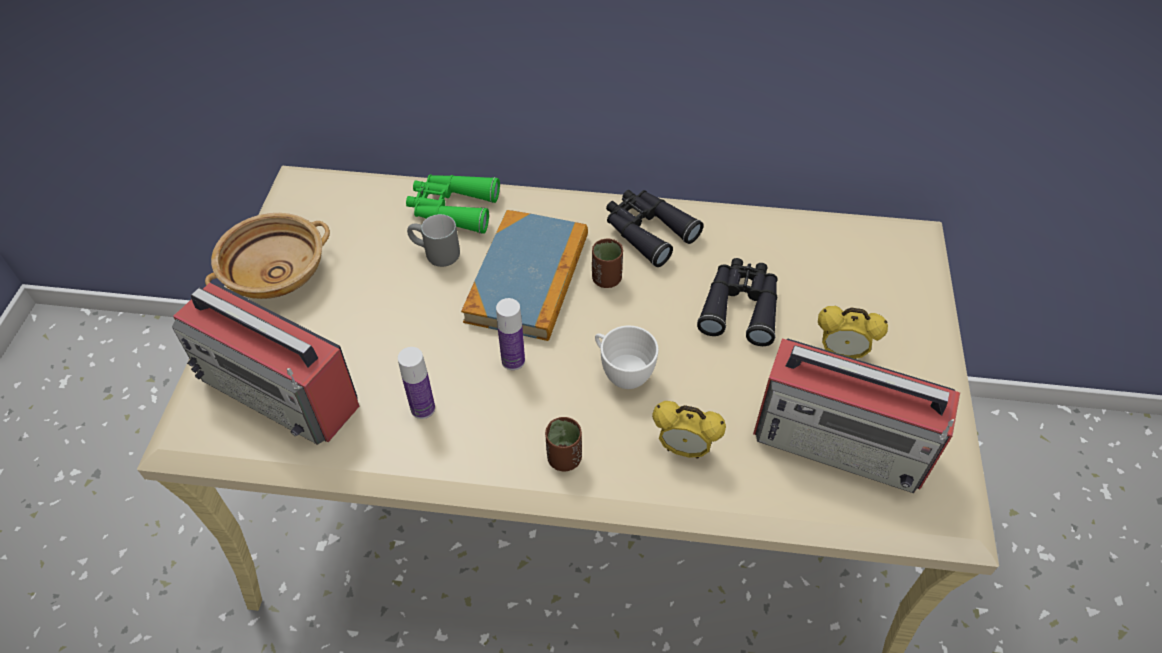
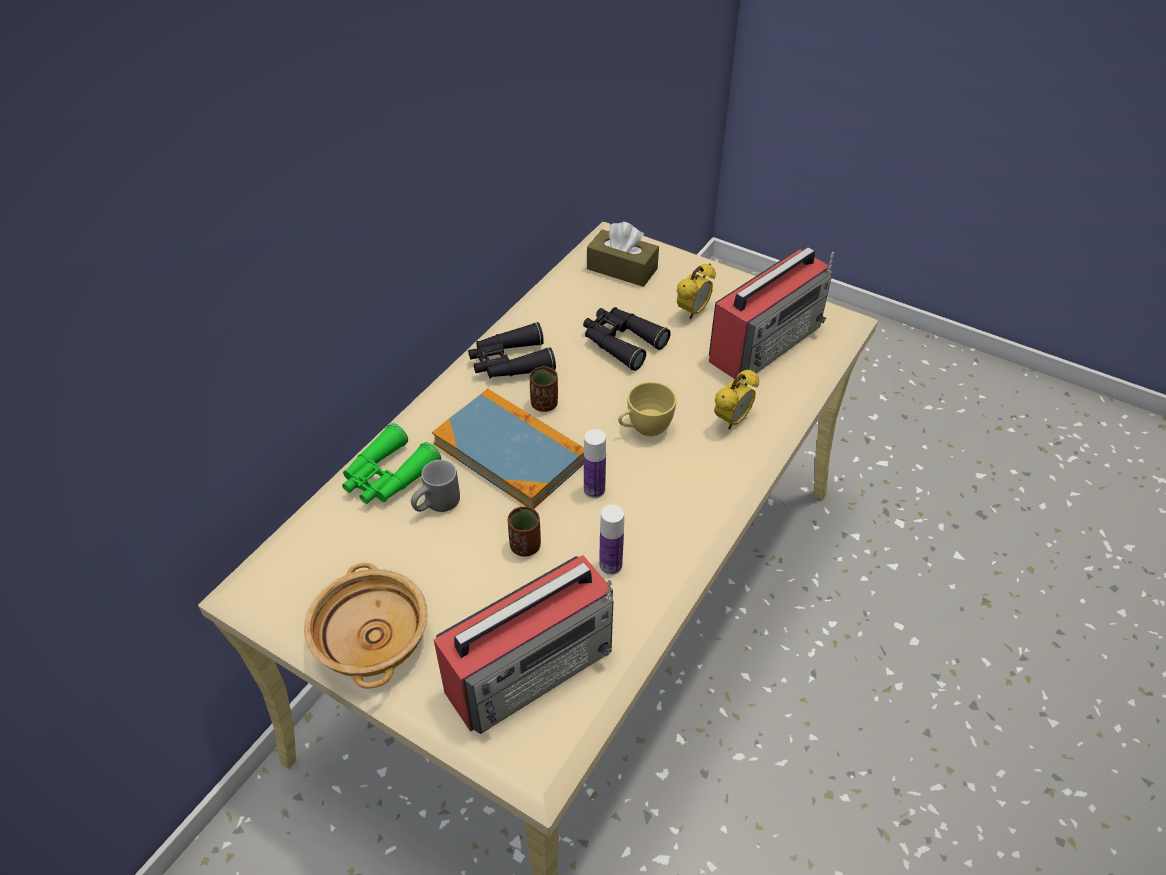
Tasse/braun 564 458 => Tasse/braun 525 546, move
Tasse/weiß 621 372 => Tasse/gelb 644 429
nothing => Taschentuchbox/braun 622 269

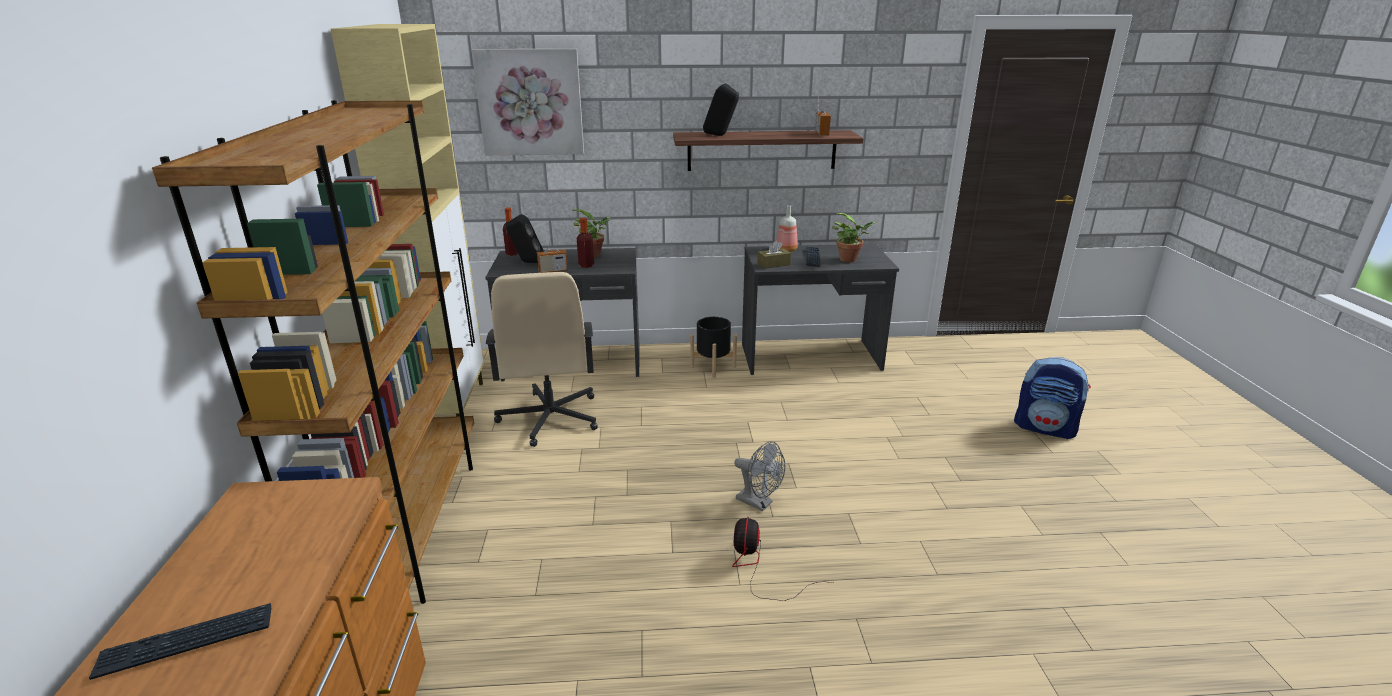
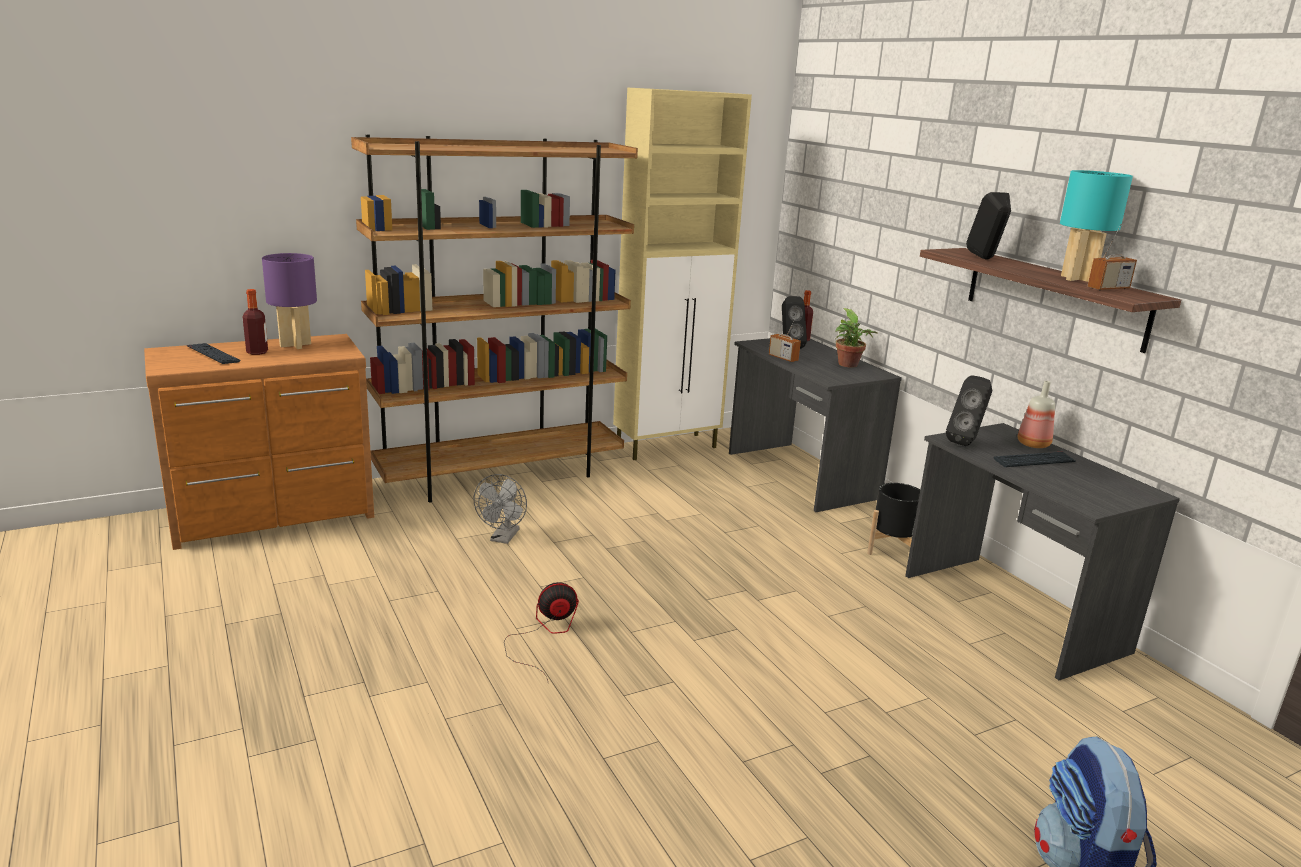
Bild 530 102 => nothing
Bürostuhl/beige 550 418 => nothing
Flasche 586 265 => Flasche 257 352, move
Ventilator/grau 759 503 => Ventilator/grau 503 538, move
Taschentuchbox/braun 773 264 => Lautsprecher/schwarz 966 442
Topfpflanze 850 260 => nothing
nothing => Tischlampe/lila 296 345
nothing => Tischlampe/türkis 1078 279

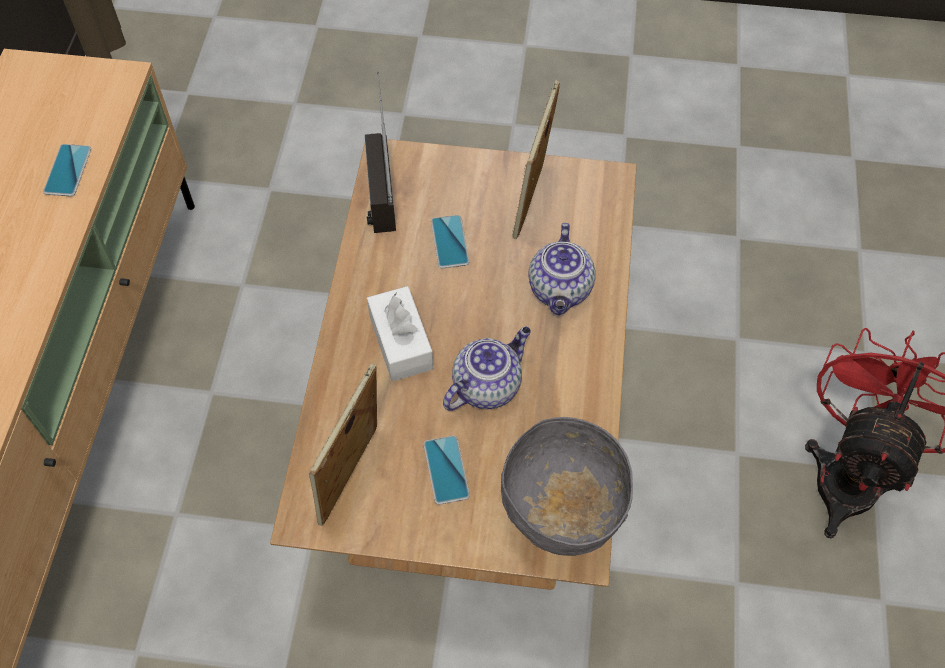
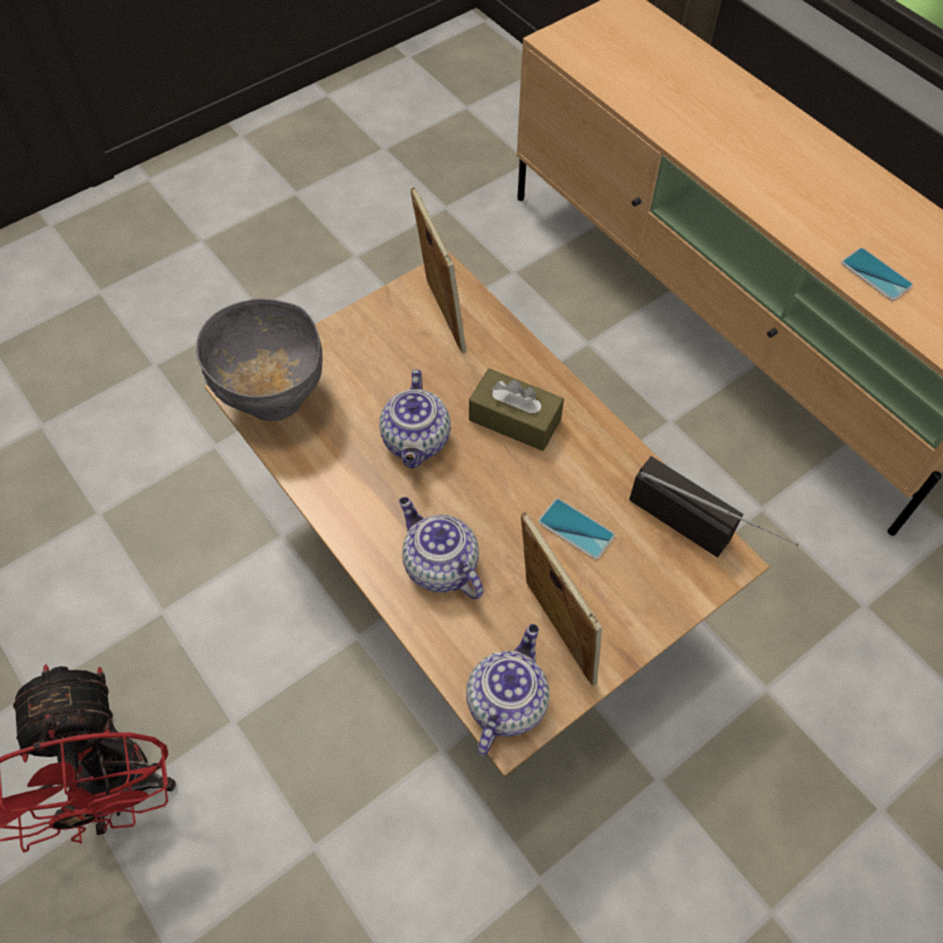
Taschentuchbox/weiß 401 342 => Taschentuchbox/braun 515 419
Handy 446 470 => nothing
nothing => Teekanne 506 701

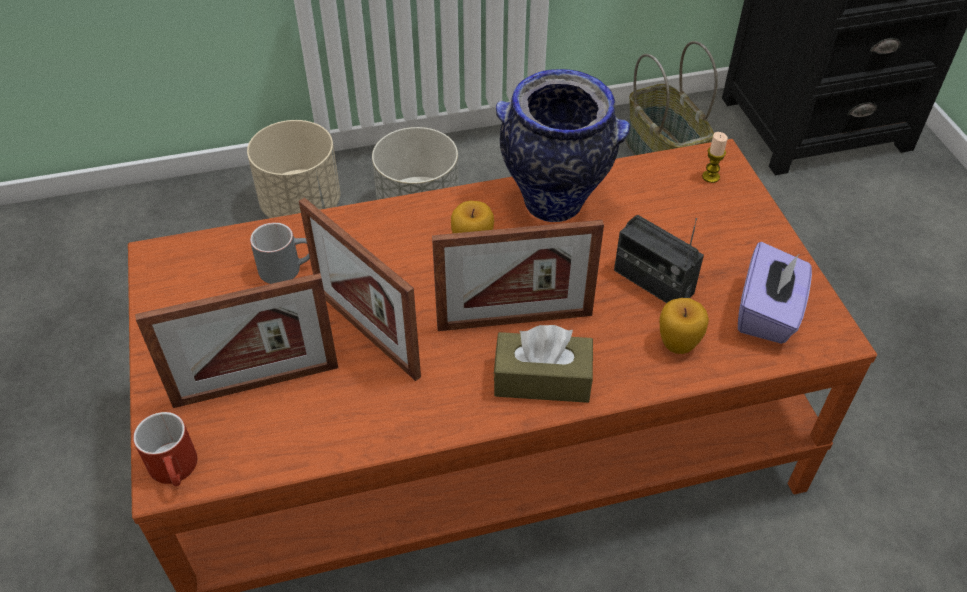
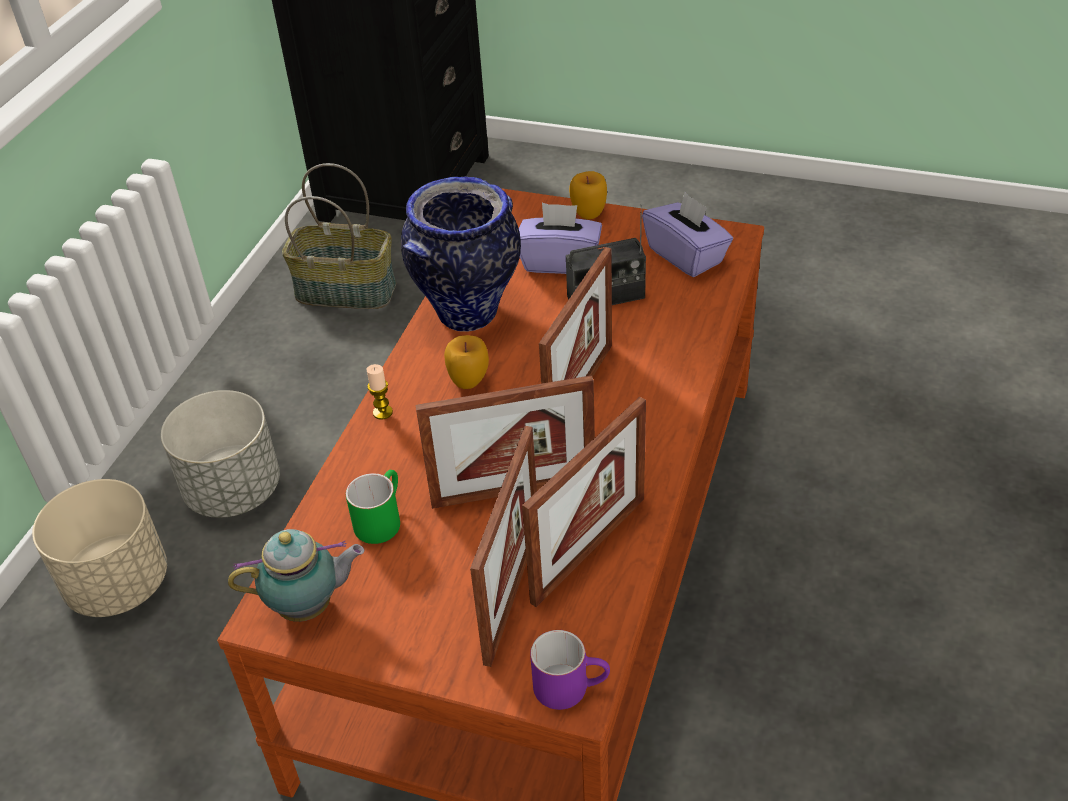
Henkelbecher/rot 177 470 => Henkelbecher/lila 571 686
Henkelbecher/grau 288 268 => Henkelbecher/grün 380 518
Taschentuchbox/braun 542 379 => nothing
Apfel 678 343 => Apfel 588 213, move
Kerze 710 177 => Kerze 382 412, move
nothing => Teekanne 309 607
nothing => Taschentuchbox/lila 560 261
nothing => Bilderrahmen 589 549

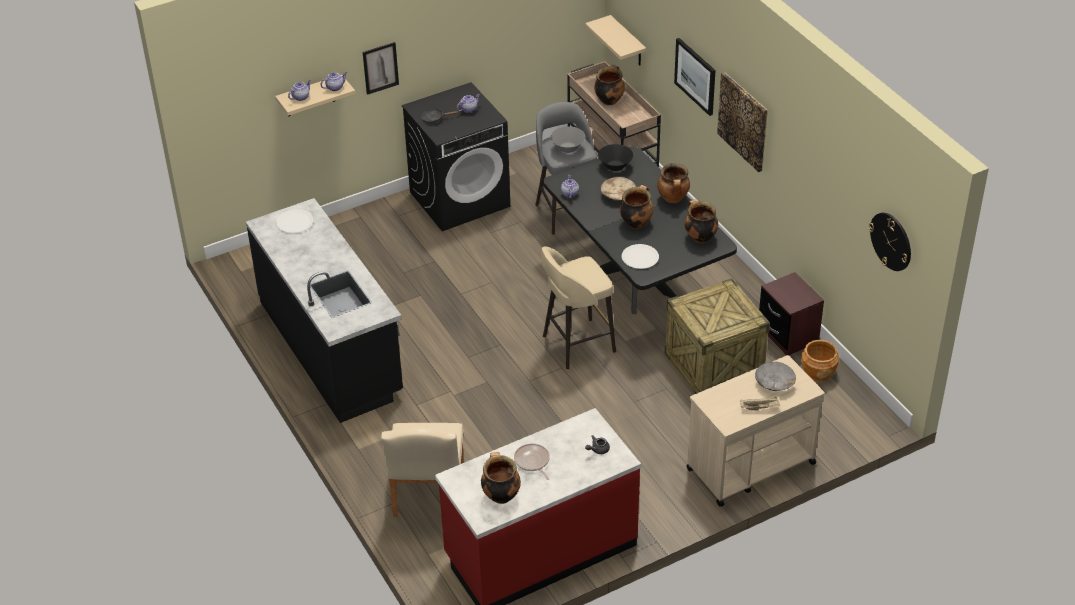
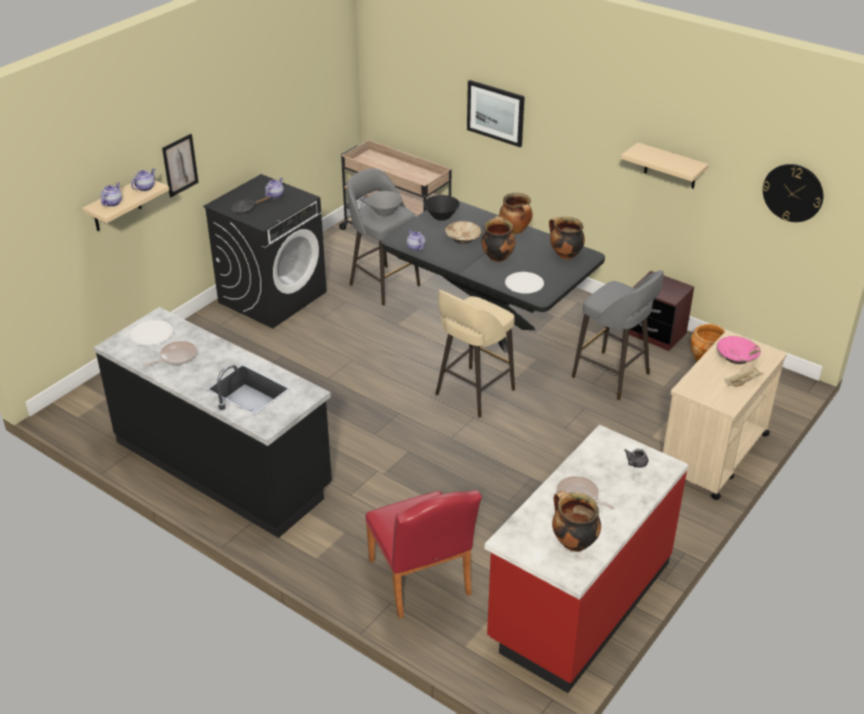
Stuhl/beige 428 494 => Stuhl/rot 422 582
Wandregal/beige 628 42 => Wandregal/beige 670 166, move
Kochtopf 609 100 => nothing
Kiste 714 365 => Hocker/grau 612 376
Bild 743 121 => nothing
Schüssel/grau 774 383 => Schüssel/rosa 737 357
nothing => Pfanne 176 357

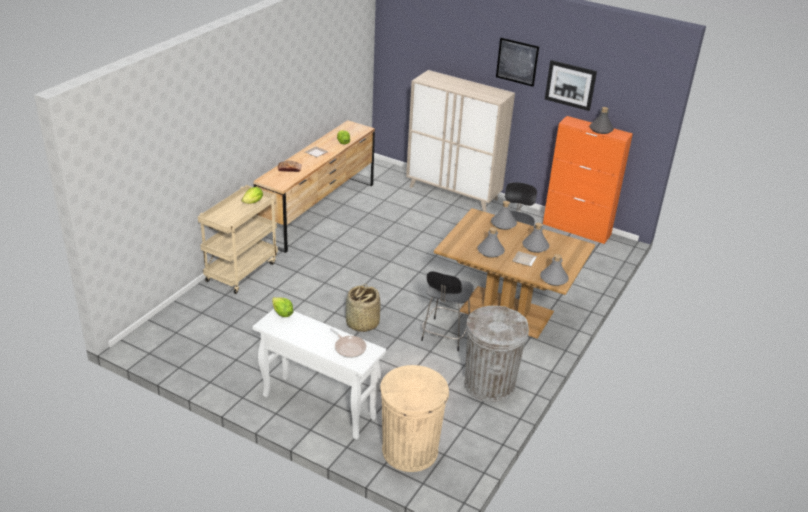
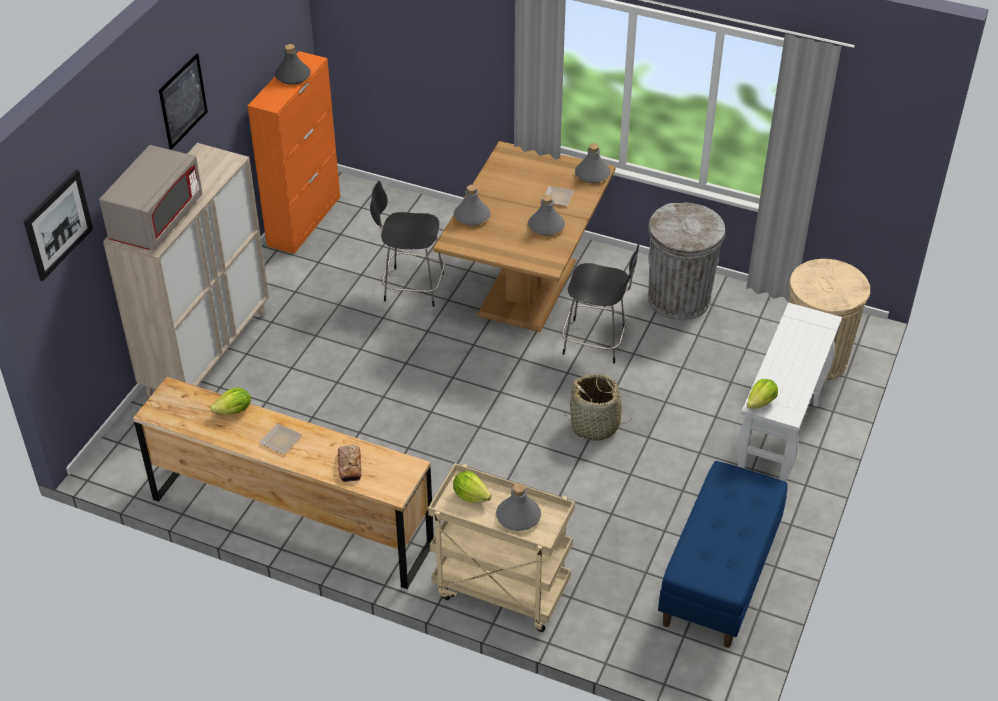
Pfanne 349 348 => nothing
Flasche/grau 535 246 => Flasche/grau 518 516, move
Bild 570 85 => Bild 58 224, move
nothing => Mikrowelle/grau 157 220
nothing => Bank/blau 720 578

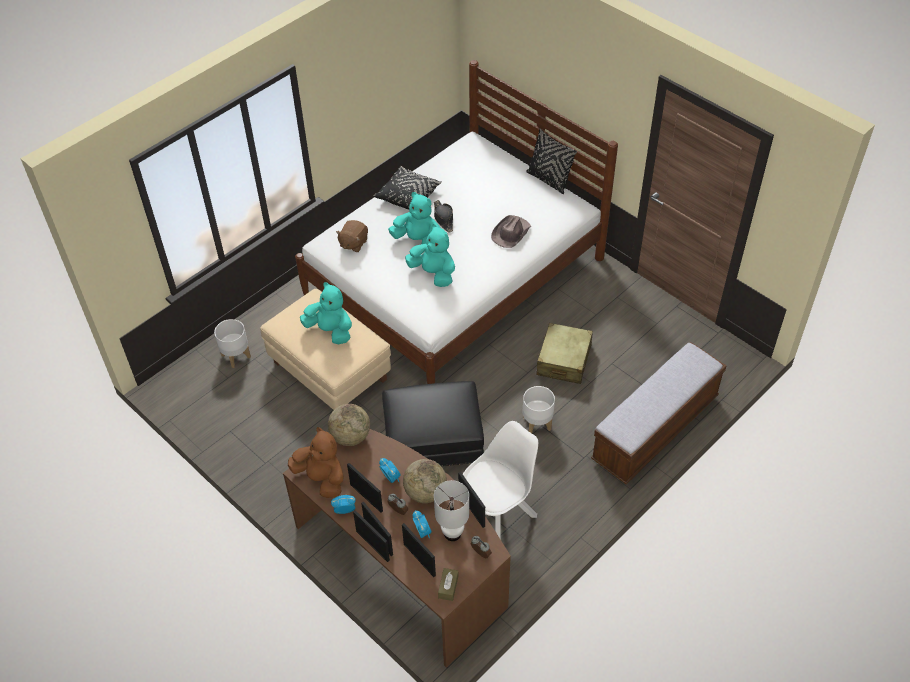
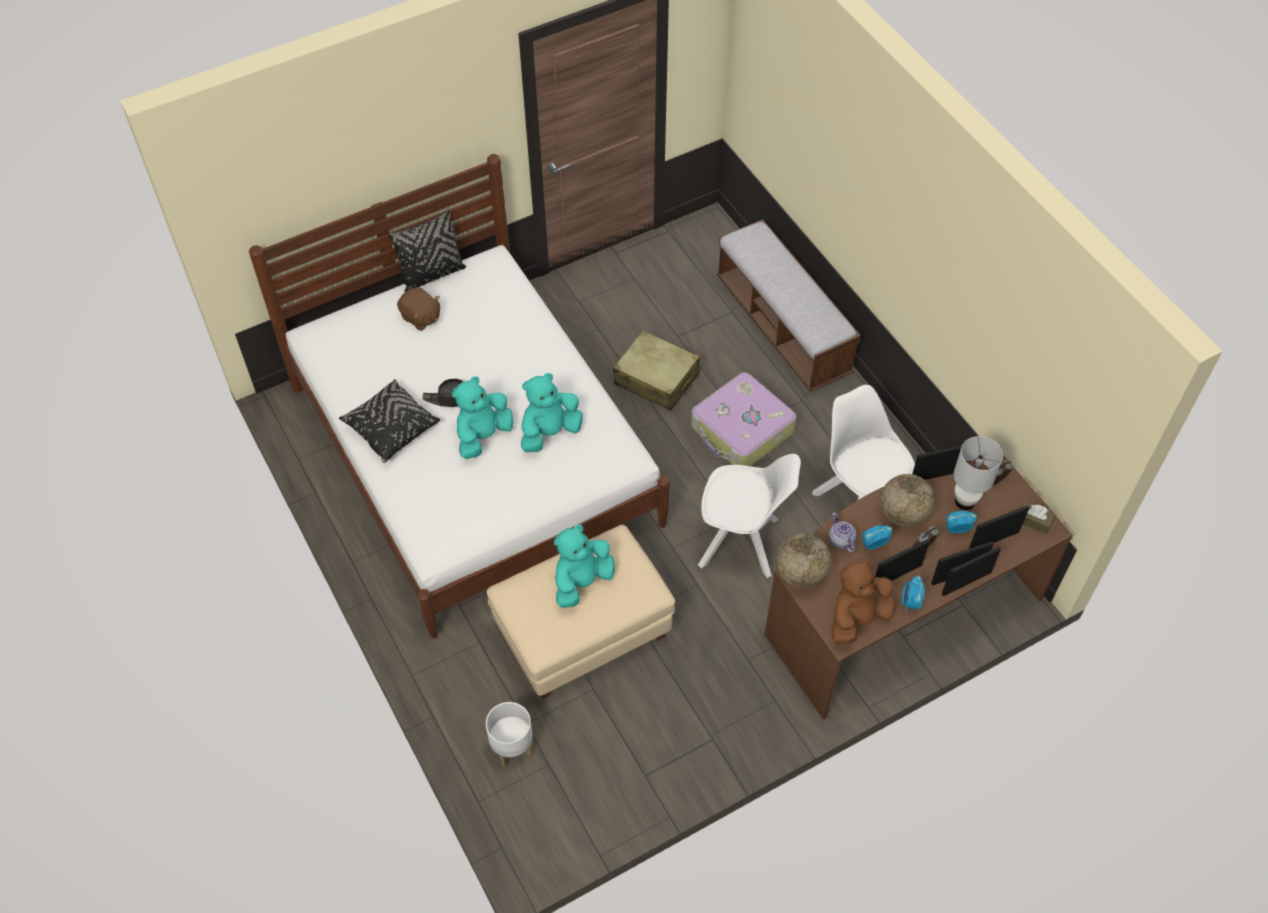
Plüschtier/braun 353 243 => Plüschtier/braun 421 317, move
Polsterhocker/schwarz 433 446 => Stuhl/weiß 741 543
Hut/braun 510 233 => nothing
Pflanzkübel/weiß 537 424 => Koffer 742 430
nothing => Teekanne 840 540

